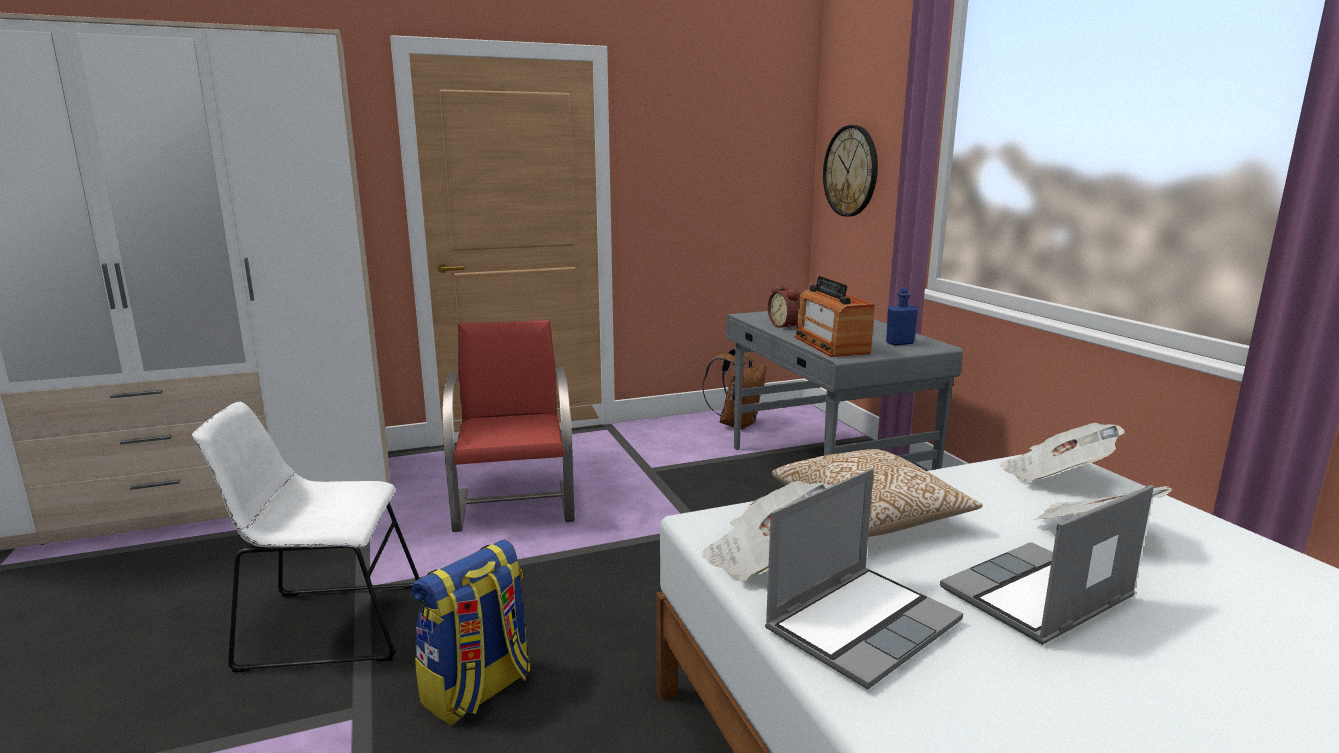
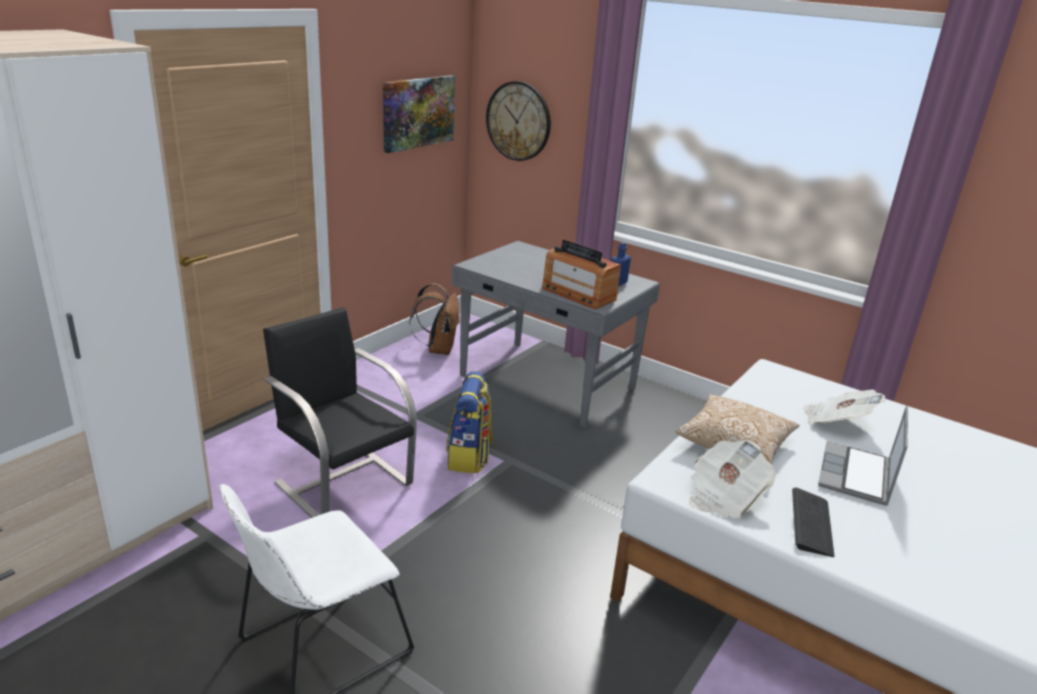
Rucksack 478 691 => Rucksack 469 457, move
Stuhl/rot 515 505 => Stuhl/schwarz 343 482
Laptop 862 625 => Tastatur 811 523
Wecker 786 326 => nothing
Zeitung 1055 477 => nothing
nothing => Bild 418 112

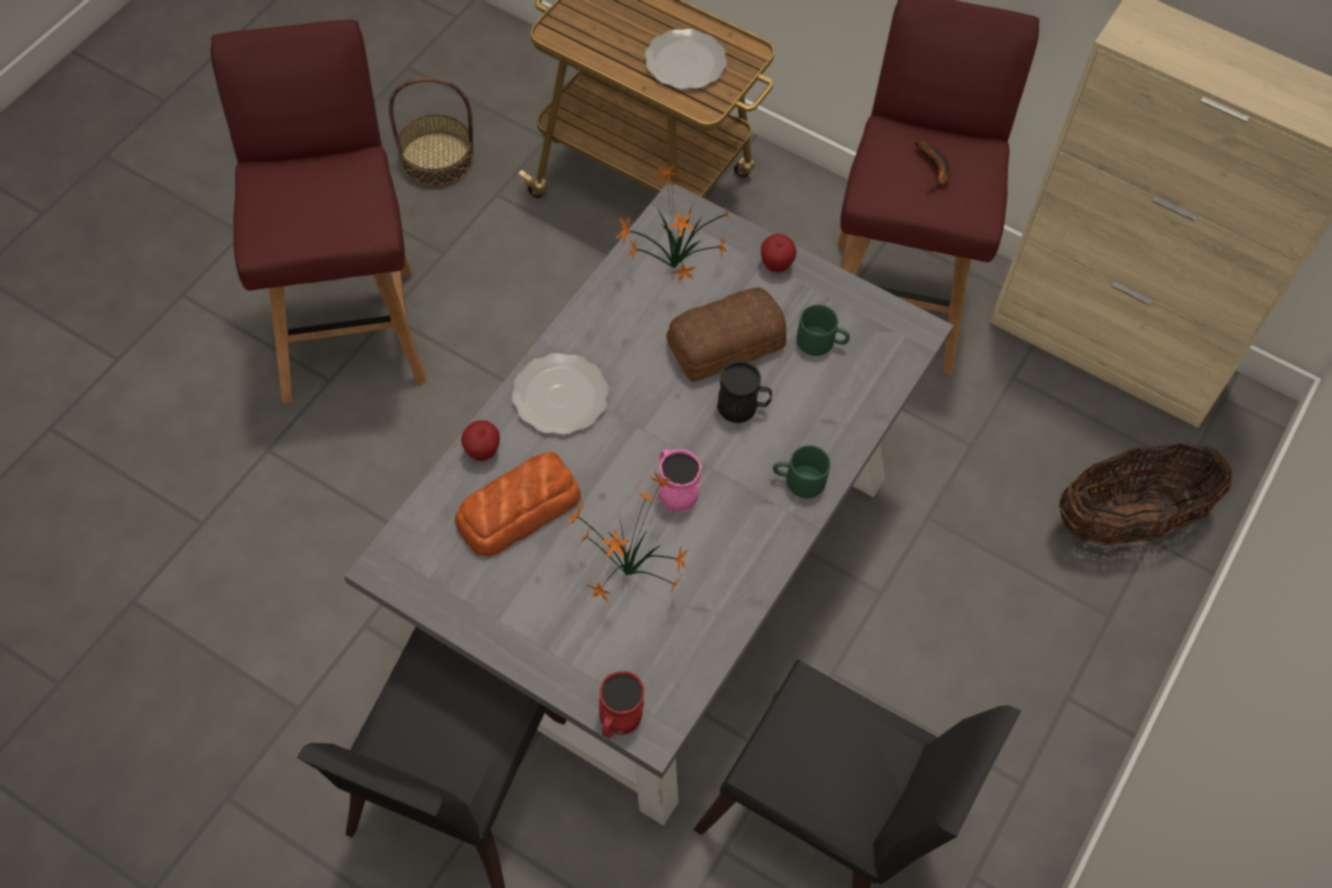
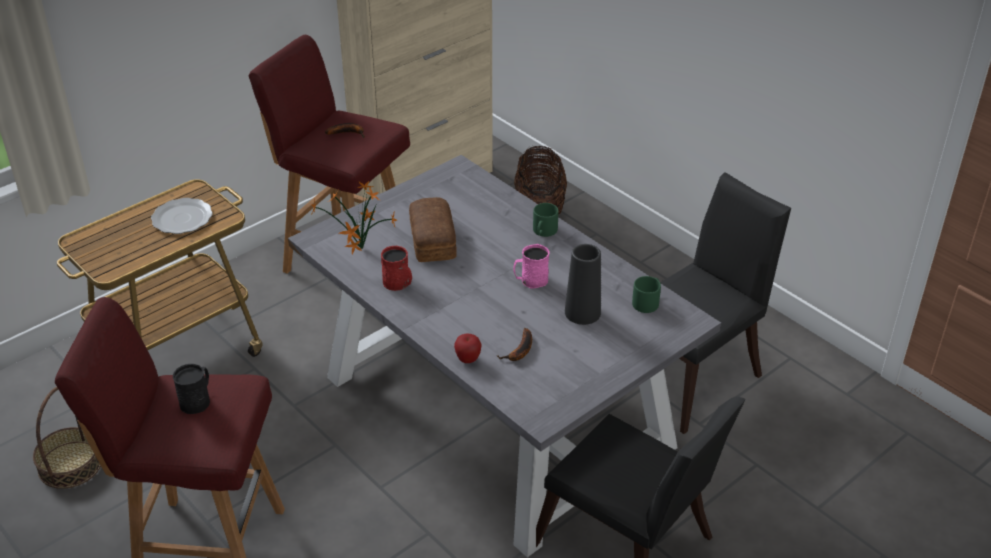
Brot 516 510 => Banane 520 351
Teller 561 395 => nothing
Topfpflanze 624 572 => Vase/schwarz 582 312
Henkelbecher/rot 618 719 => Henkelbecher/rot 399 284, move
Henkelbecher/schwarz 743 407 => Henkelbecher/schwarz 197 400, move
Apfel 776 265 => nothing
Henkelbecher/grün 821 342 => Henkelbecher/grün 647 301, move

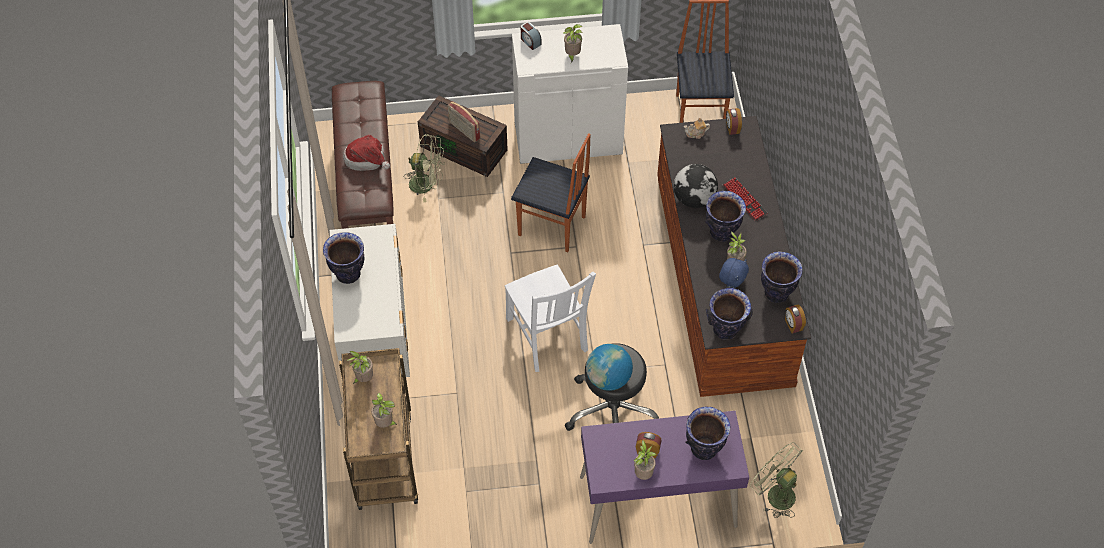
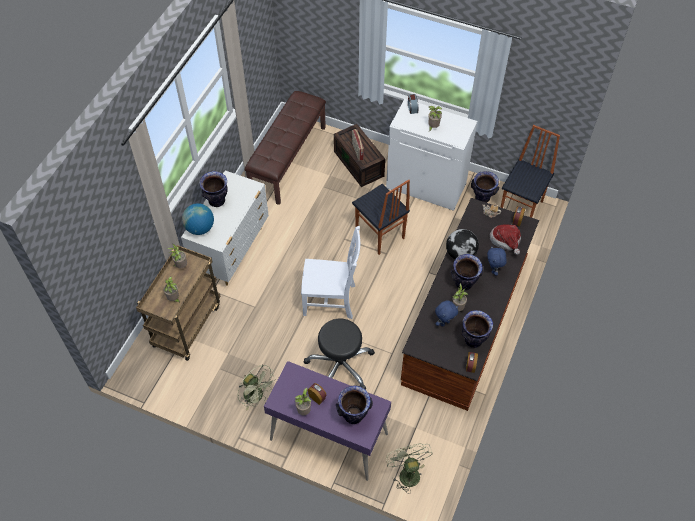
Hut 367 160 => Hut 506 242, move
Ventilator/grün 427 184 => Ventilator/grün 257 396, move
Stuhl/weiß 548 337 => Stuhl/weiß 331 300, 90 degrees counterclockwise
Globus 608 379 => Globus 200 228, move
Vase 725 330 => Vase 482 198, move
Tastatur 744 200 => Plüschtier/blau 493 270

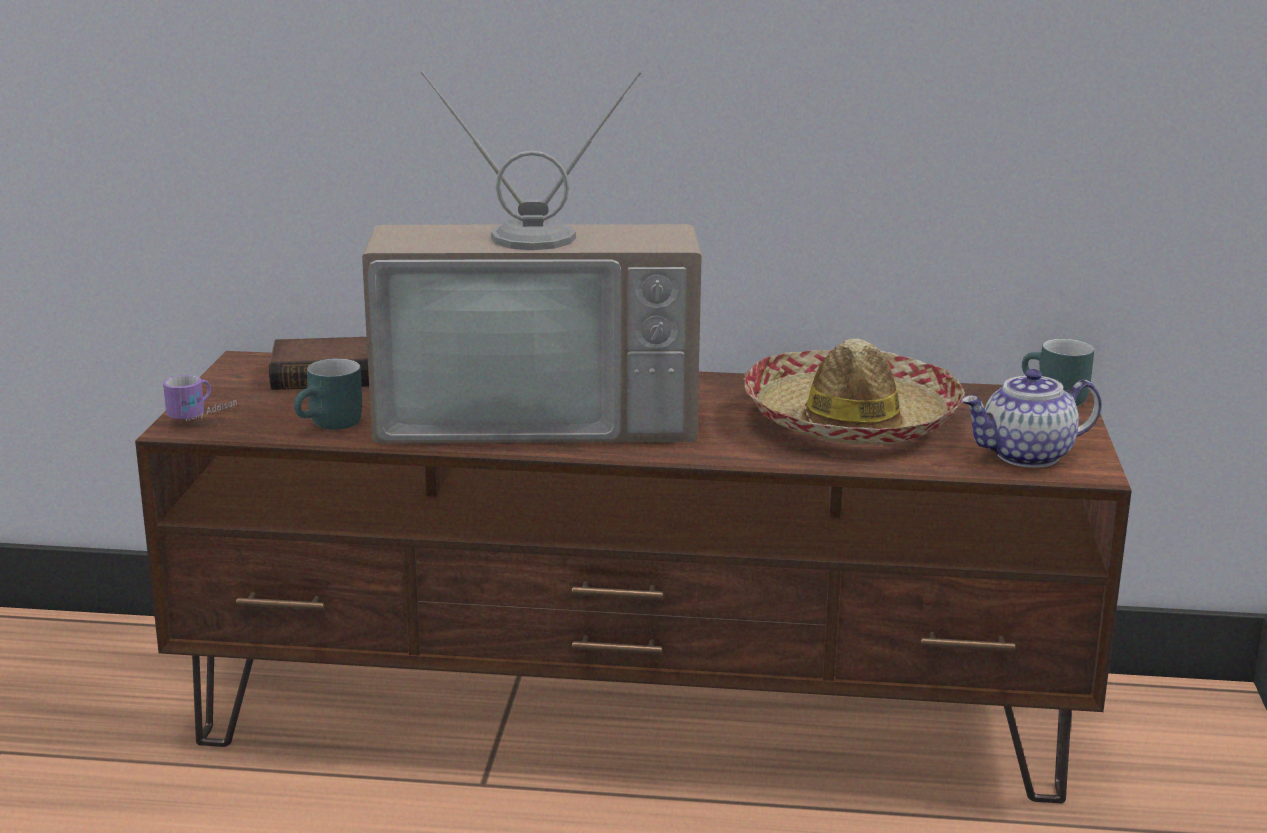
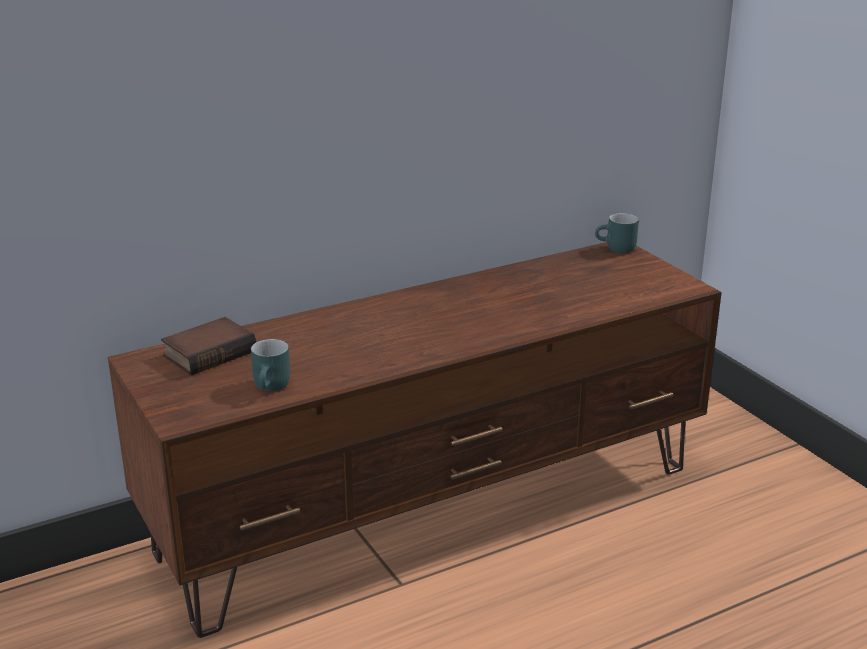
Henkelbecher 205 417 => nothing
Fernseher 539 414 => nothing
Hut 850 420 => nothing
Teekanne 1026 456 => nothing

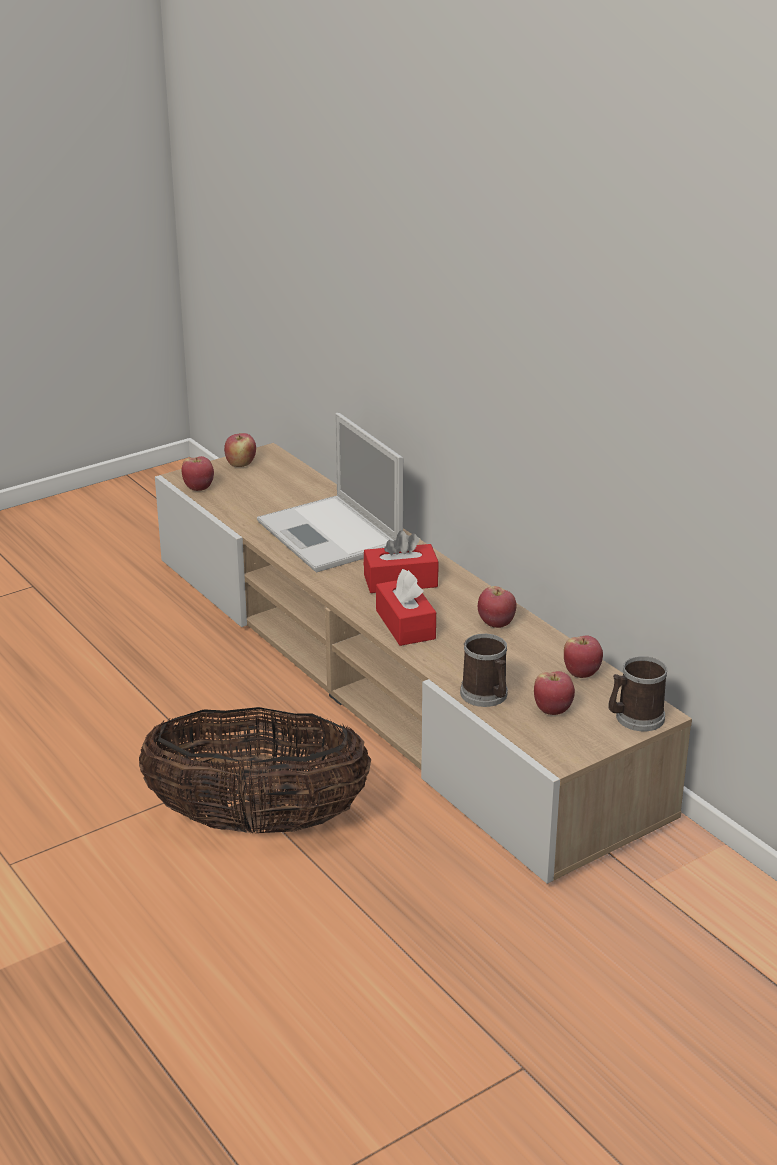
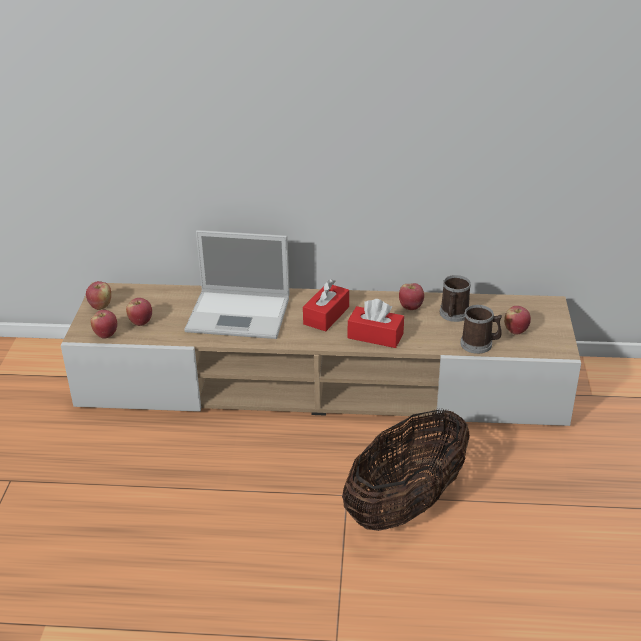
Apfel 581 673 => Apfel 141 322, move
Henkelbecher 635 718 => Henkelbecher 453 315, move

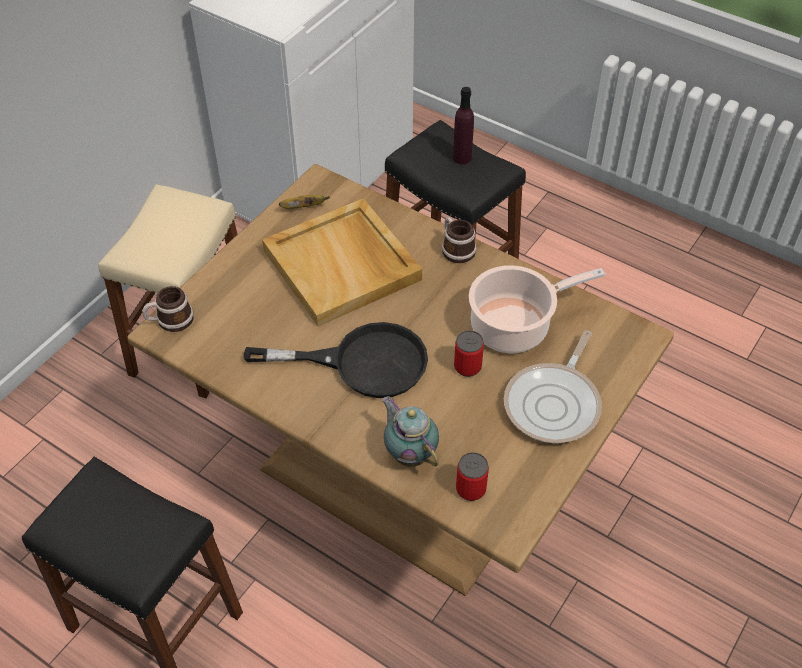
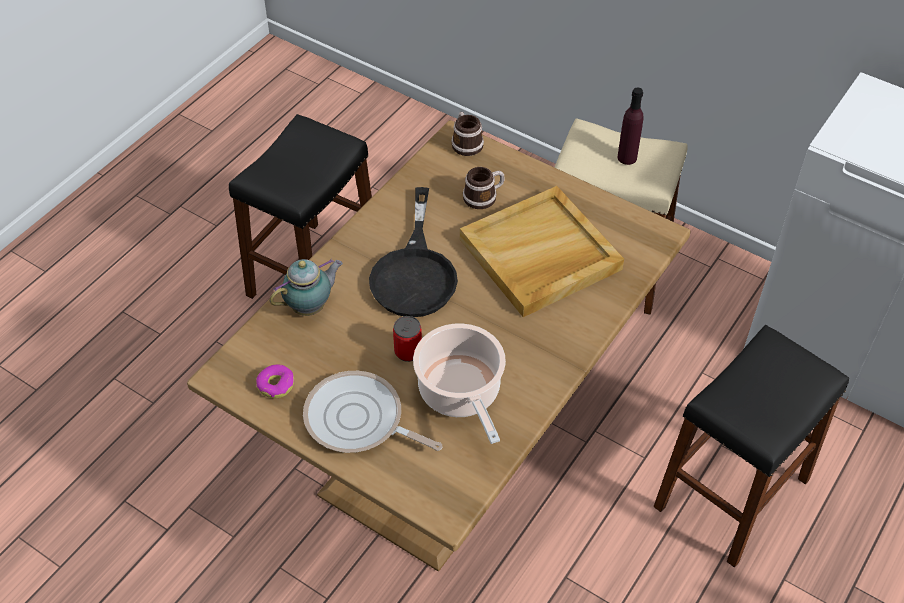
Banane 304 207 => nothing
Henkelbecher 456 248 => Henkelbecher 484 196, move
Flasche/lila 462 158 => Flasche/lila 627 158, move
Dose 470 489 => nothing
nothing => Donut 276 385

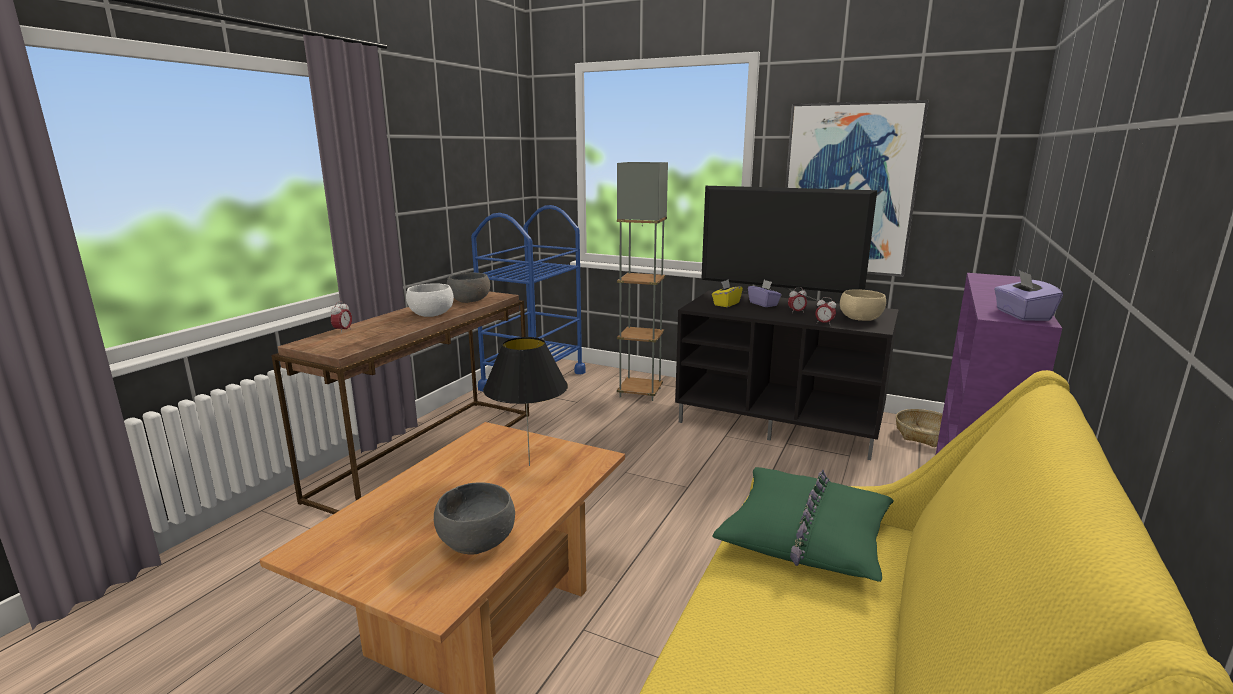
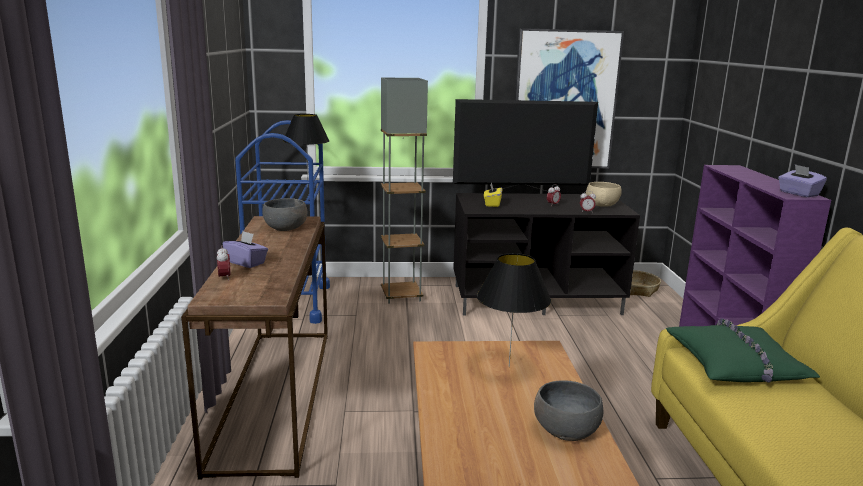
Schüssel/weiß 431 314 => nothing
Taschentuchbox/lila 763 304 => Taschentuchbox/lila 246 262, move
nothing => Tischlampe/schwarz 307 187

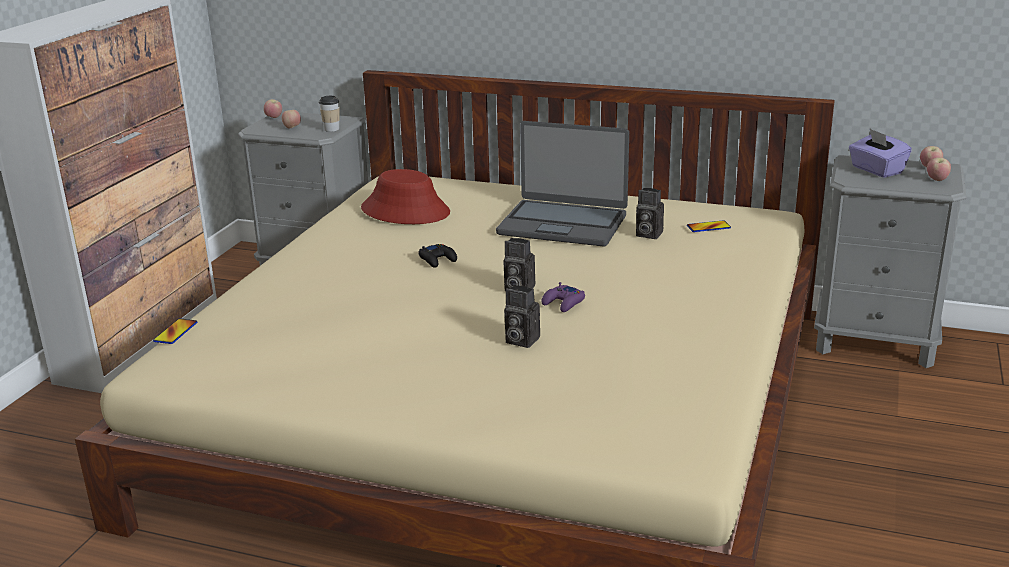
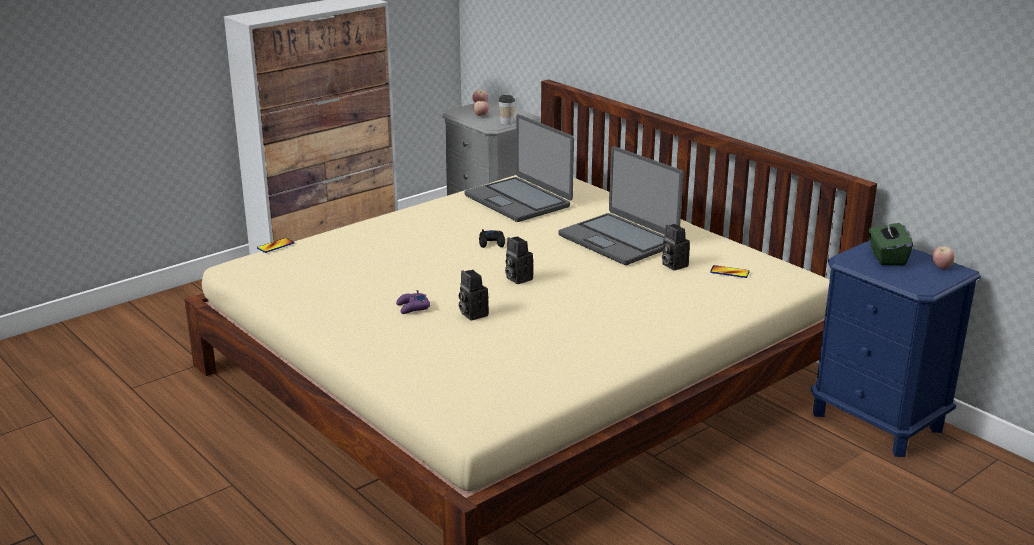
Hut/rot 405 211 => Laptop 519 201
Gamepad/lila 563 303 => Gamepad/lila 412 307, move
Nachttisch/grau 875 341 => Nachttisch/blau 877 422
Taschentuchbox/lila 876 170 => Taschentuchbox/grün 887 257
Apfel 937 180 => nothing

